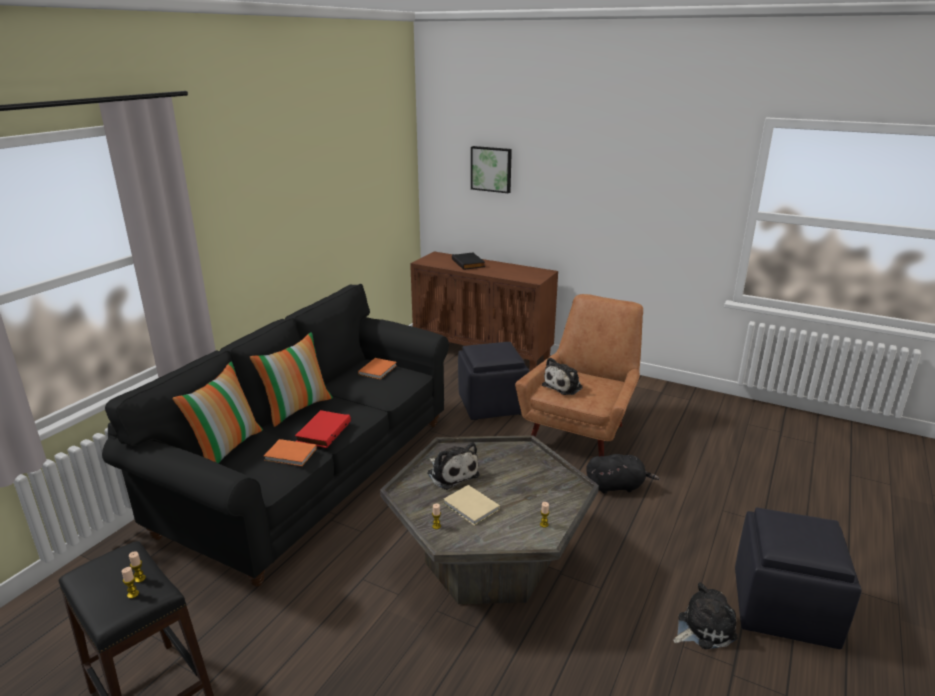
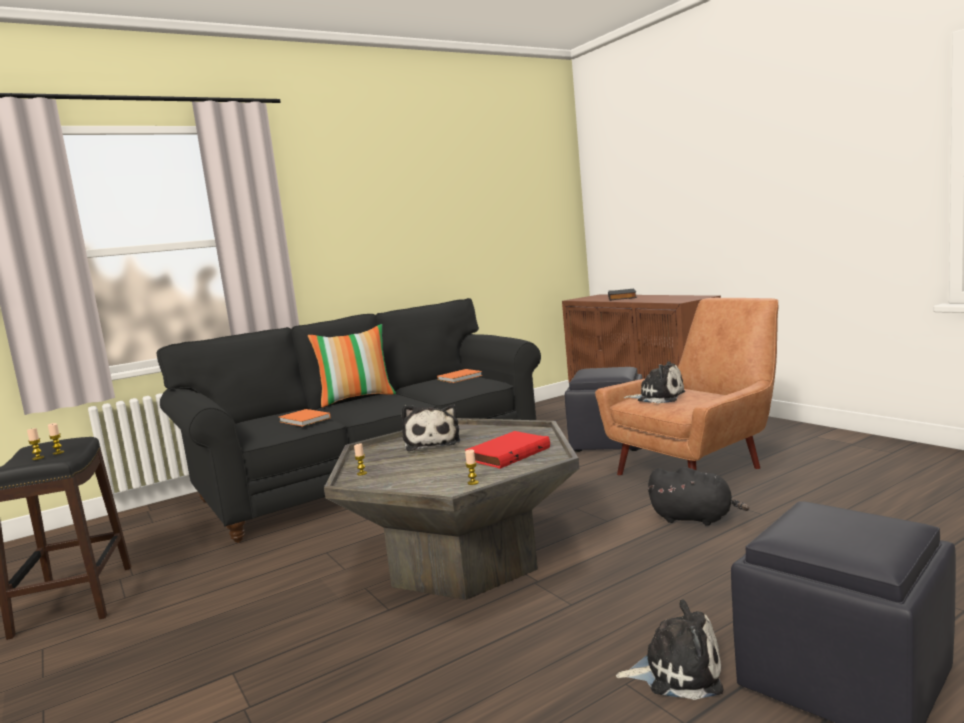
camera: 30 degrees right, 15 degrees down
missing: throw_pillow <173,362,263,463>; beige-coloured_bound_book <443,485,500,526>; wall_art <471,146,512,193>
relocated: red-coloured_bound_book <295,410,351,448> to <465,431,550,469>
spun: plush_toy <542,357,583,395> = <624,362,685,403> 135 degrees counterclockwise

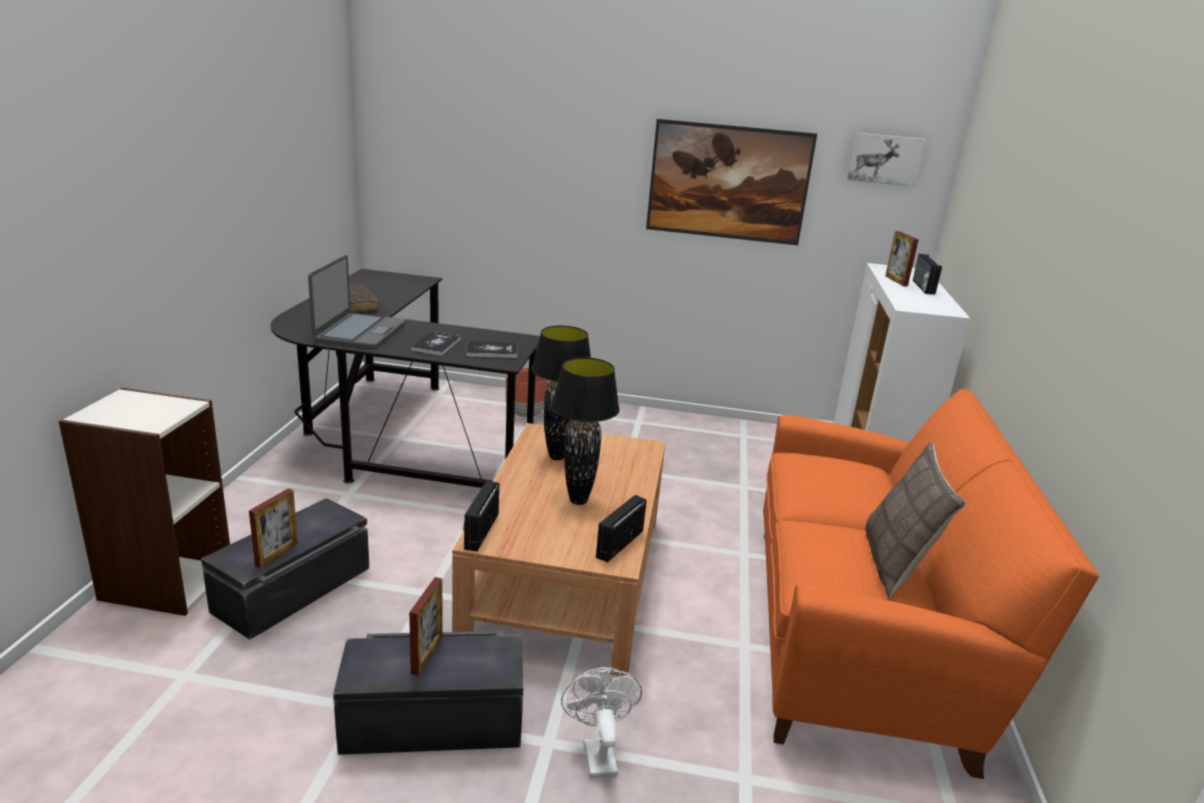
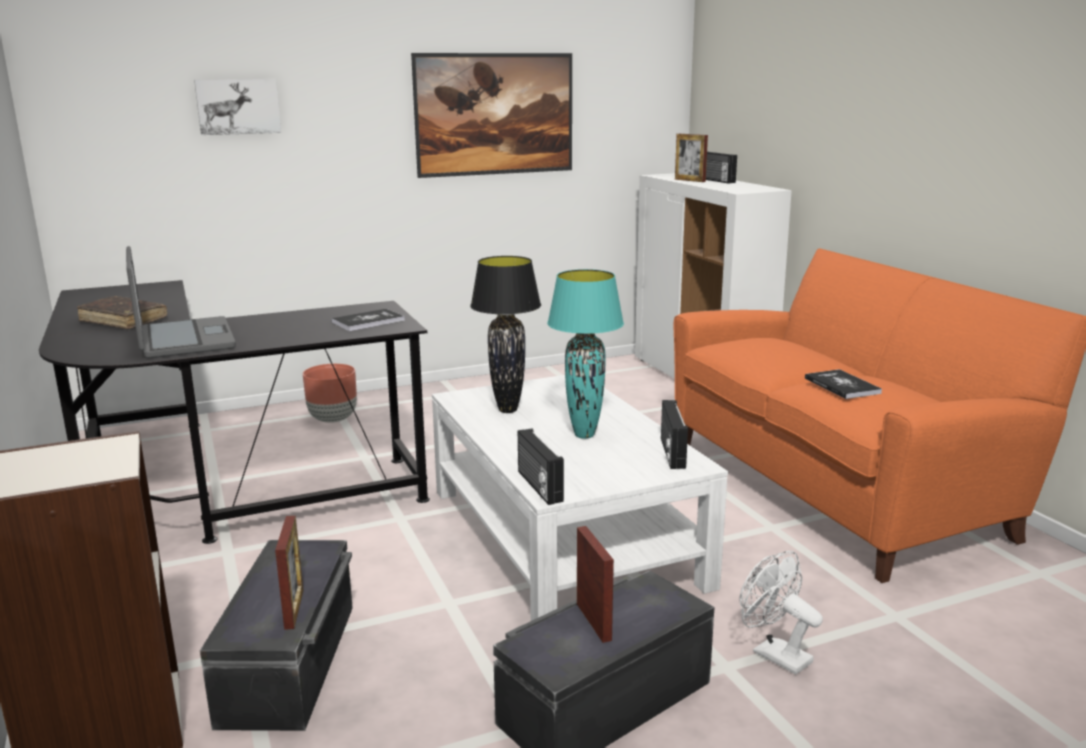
camera: 30 degrees left, 5 degrees down
missing: throw_pillow <865,442,966,598>
relocated: bound_book <411,332,461,356> to <805,369,882,399>; wall_art <847,133,926,187> to <194,79,281,135>
colour: brownish_low_table <452,423,666,677> to whitish_low_table <432,375,728,621>; blackish_lamp_for_a_table <551,357,620,505> to turquoise-coloured_lamp_for_a_table <547,269,624,439>

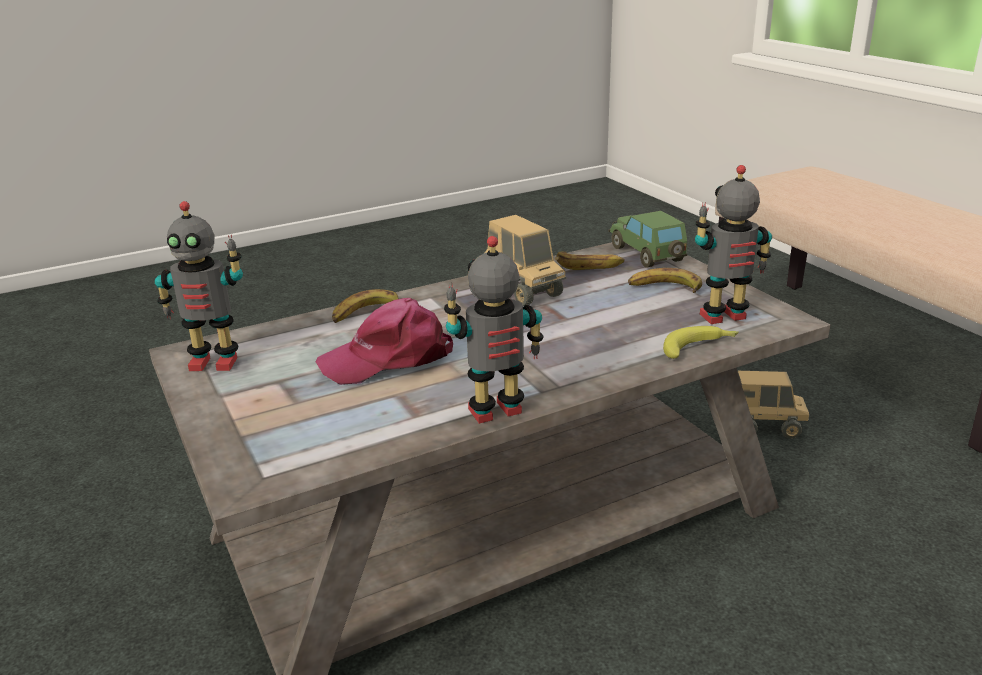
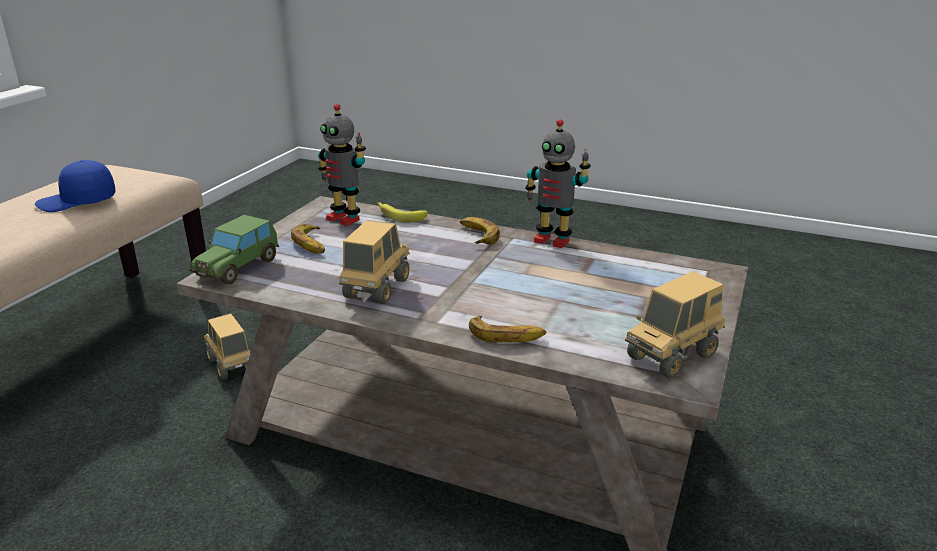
camera: 130 degrees left, 0 degrees up
missing: pink_baseball_cap <315,298,453,385>
appeared: blue_baseball_cap <35,160,115,212>
relocated: banana <556,252,625,270> to <460,217,500,245>
exchanged: model_robot <155,201,243,371> to model_truck <625,271,725,379>

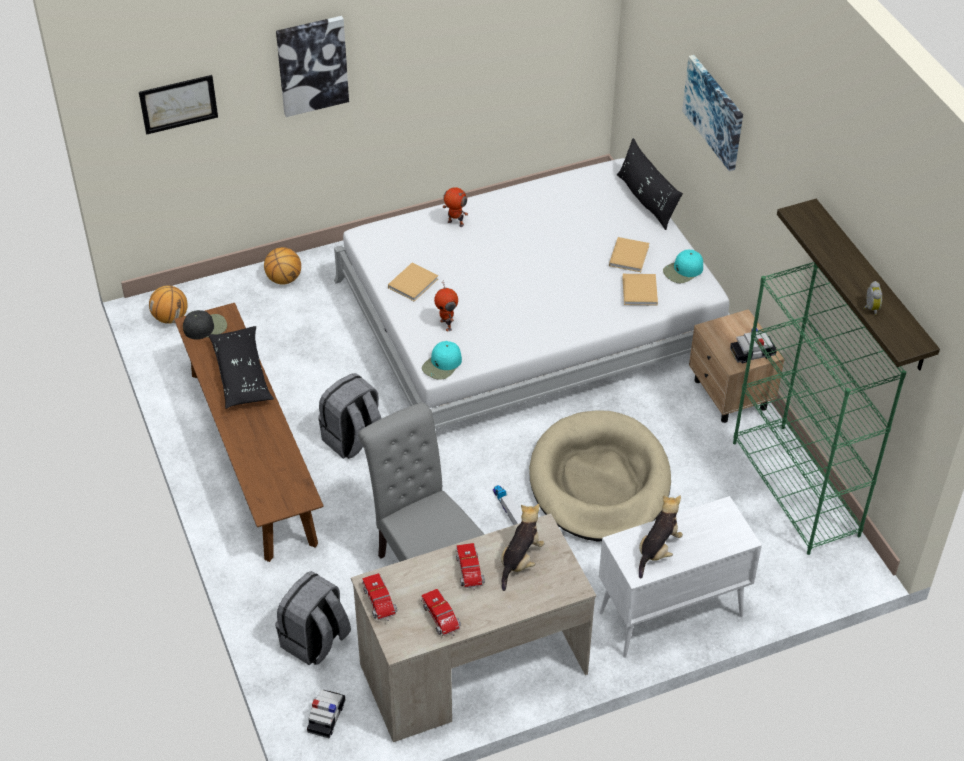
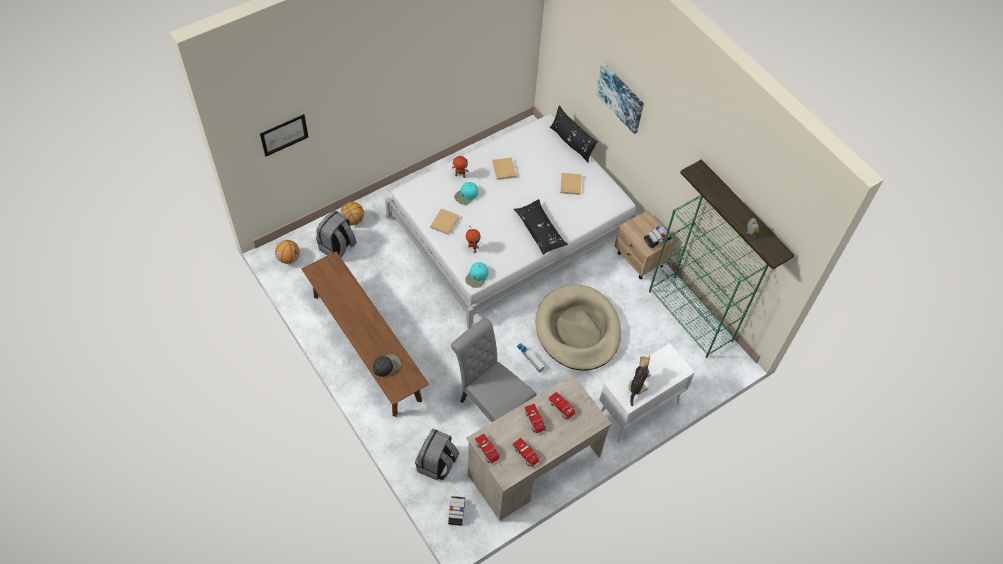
camera: 15 degrees left, 10 degrees up
missing: wall_art <276,16,349,117>
relocated: blackish_baseball_cap <183,310,227,340> to <373,354,401,377>; blackish_throw_pillow <208,326,274,409> to <514,199,568,255>; gray_rucksack <318,373,382,459> to <316,210,357,257>; beige-coloured_bound_book <622,274,658,306> to <492,157,516,180>; turquoise-coloured_baseball_cap <663,249,703,283> to <454,182,478,205>
exchanged: plush_toy <501,504,545,591> to model_truck <548,392,576,420>

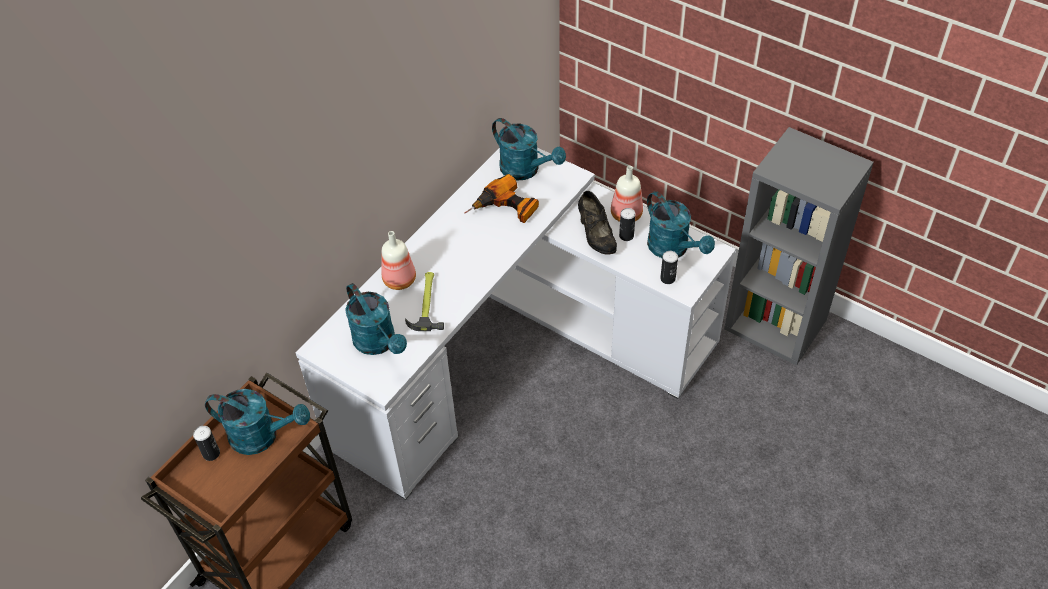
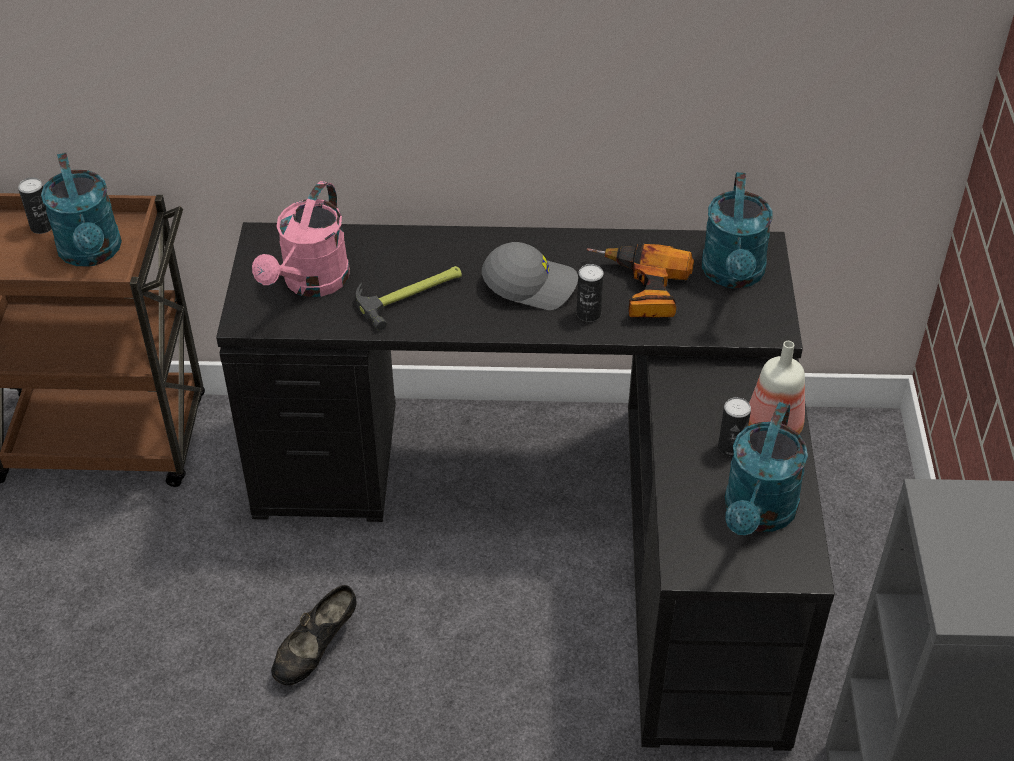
camera: 55 degrees right, 5 degrees down
missing: drink_bottle <381,231,416,290>
appeared: gray_baseball_cap <482,242,578,310>
relocated: blackish_shoe <578,191,617,255> to <271,585,357,685>; sealed_can <660,251,678,284> to <577,264,604,322>
colour: whitish_desk_unit <295,148,736,500> to blackish_desk_unit <216,222,835,751>; turquoise-coloured_sprinkling_can <345,283,407,355> to pink_sprinkling_can <252,181,350,297>

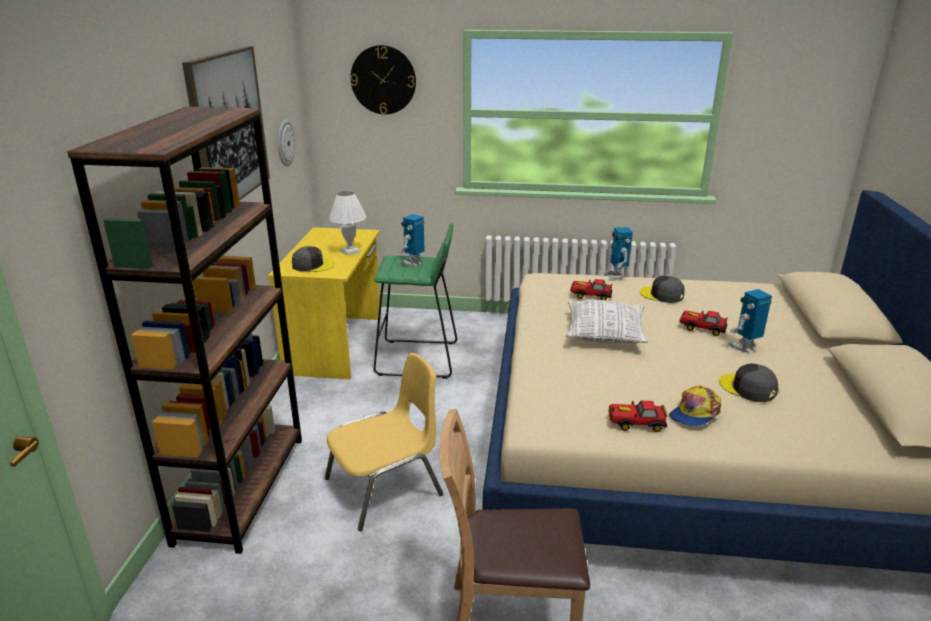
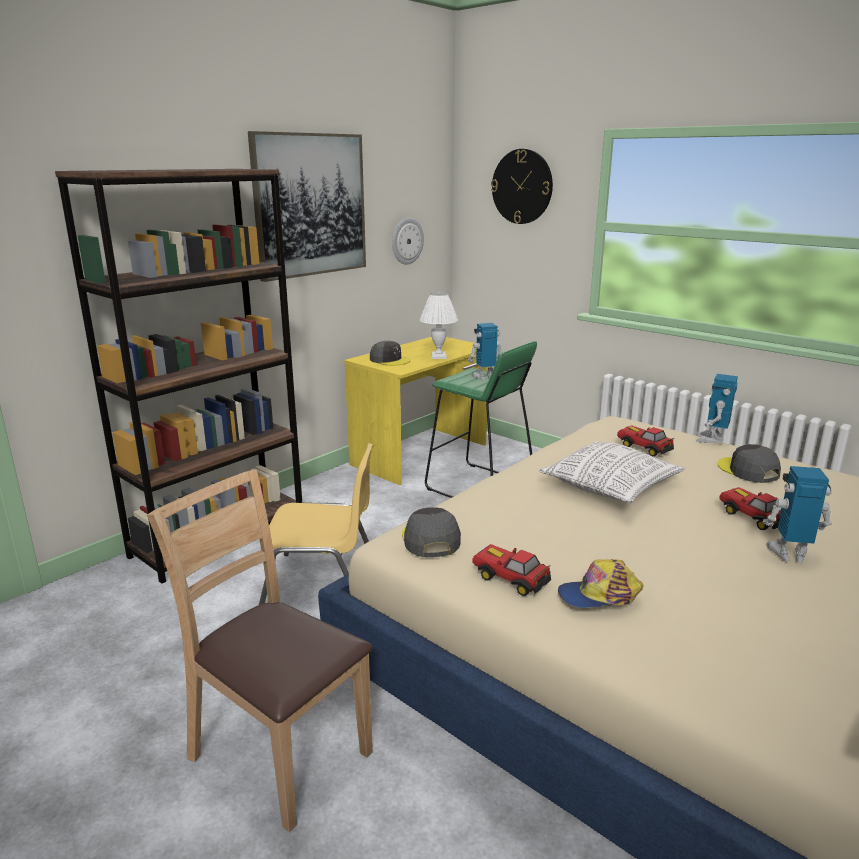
camera: 35 degrees right, 5 degrees down
relocated: gray_baseball_cap <719,363,778,402> to <402,507,461,557>

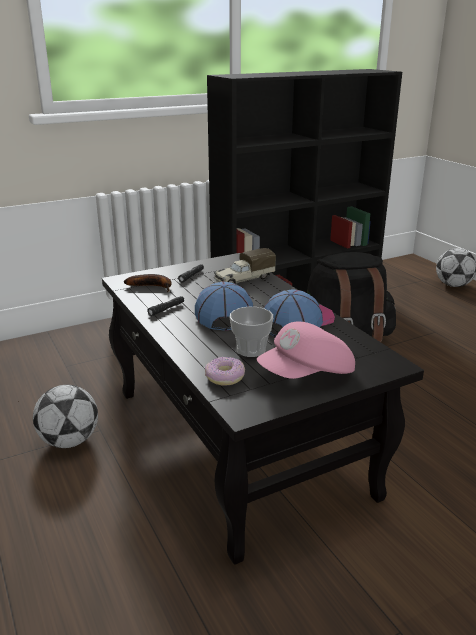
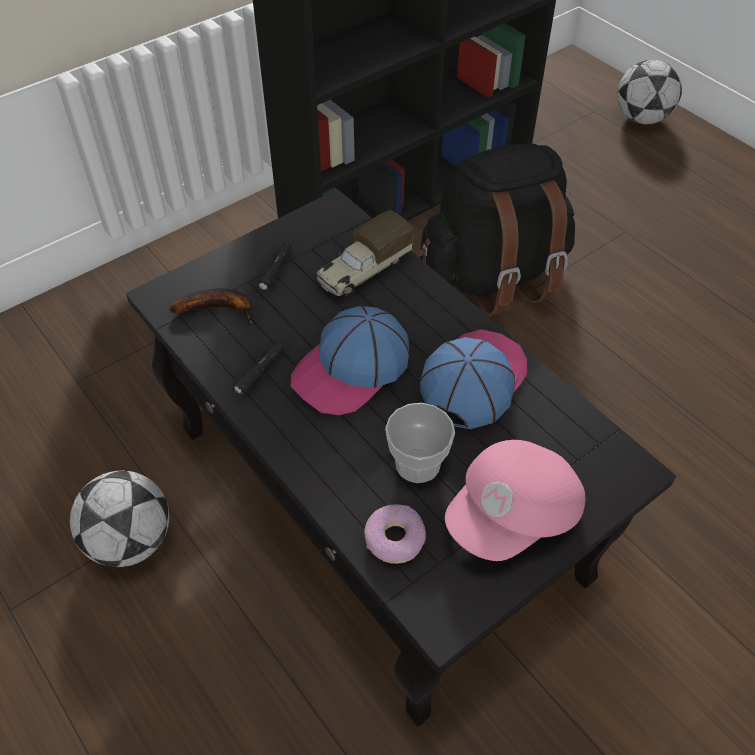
camera: 10 degrees left, 25 degrees up
spun: baseball_cap <195,282,253,331> = <291,306,409,415> 120 degrees counterclockwise

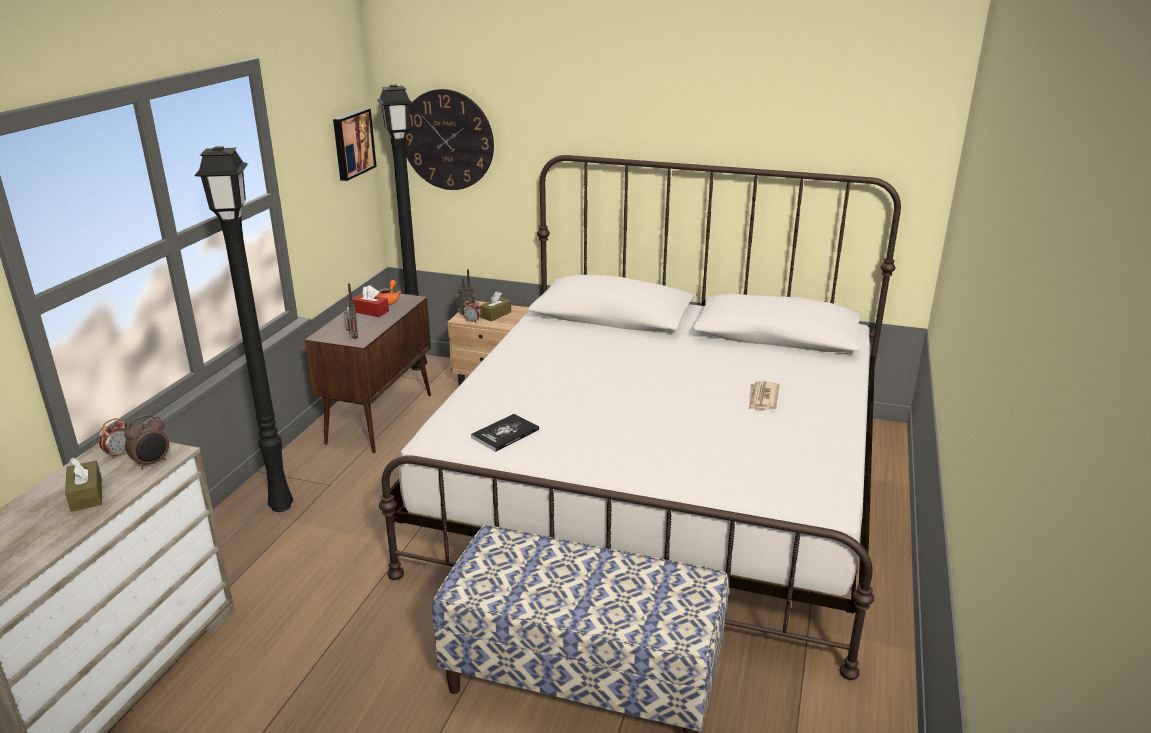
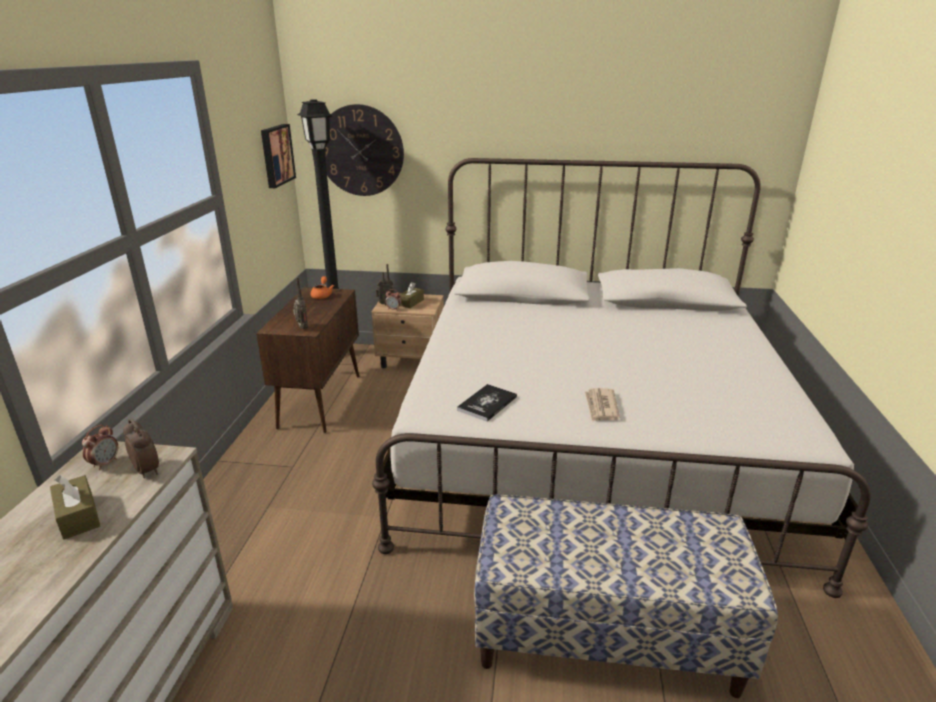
camera: 10 degrees left, 0 degrees up
missing: blackish_floor_lamp <194,146,293,512>; red-coloured_tissue_box <352,285,389,317>
relocated: newspaper <749,381,780,410> to <585,388,620,422>
spun: alarm_clock <124,414,169,470> = <123,418,159,478> 75 degrees counterclockwise

